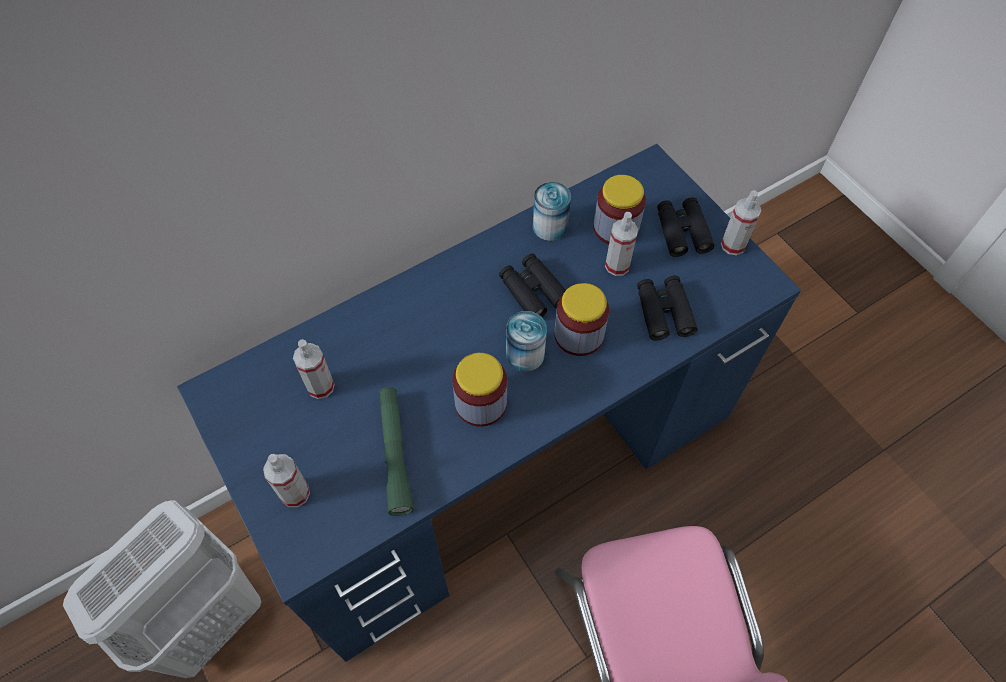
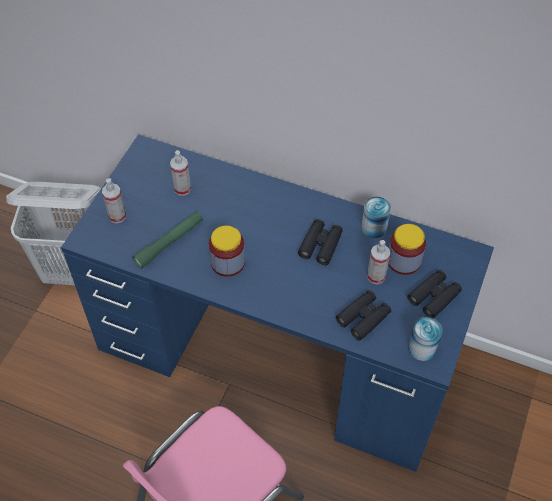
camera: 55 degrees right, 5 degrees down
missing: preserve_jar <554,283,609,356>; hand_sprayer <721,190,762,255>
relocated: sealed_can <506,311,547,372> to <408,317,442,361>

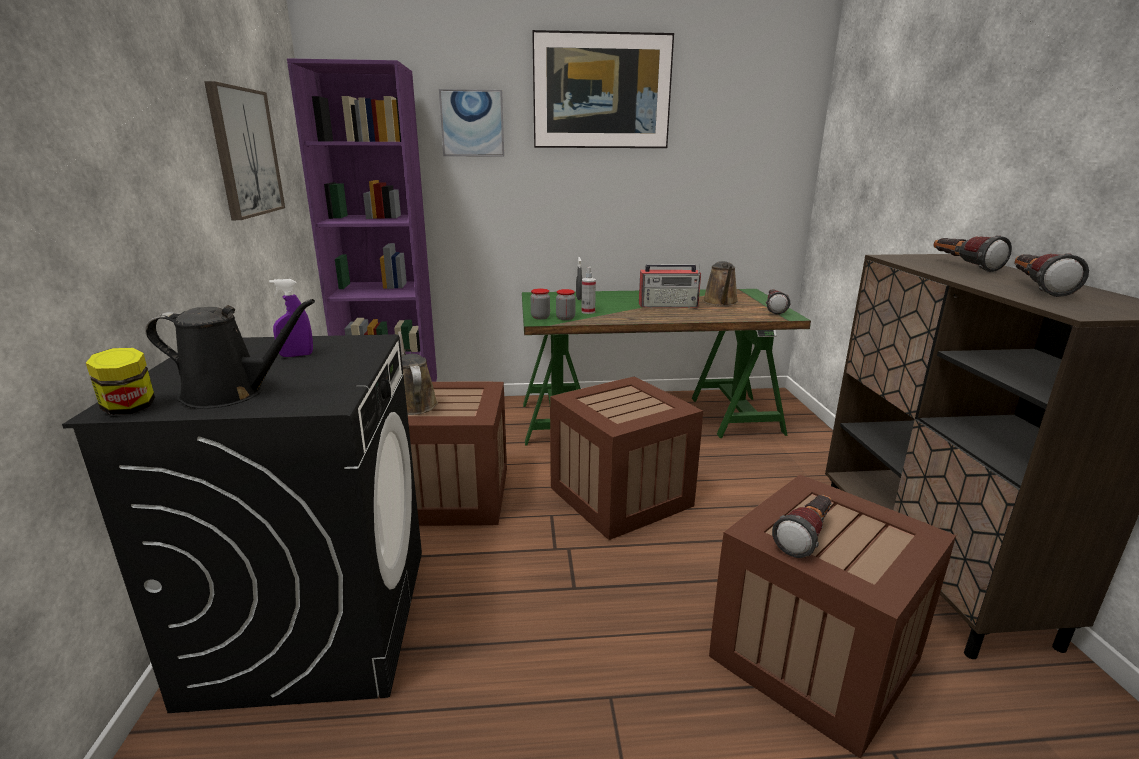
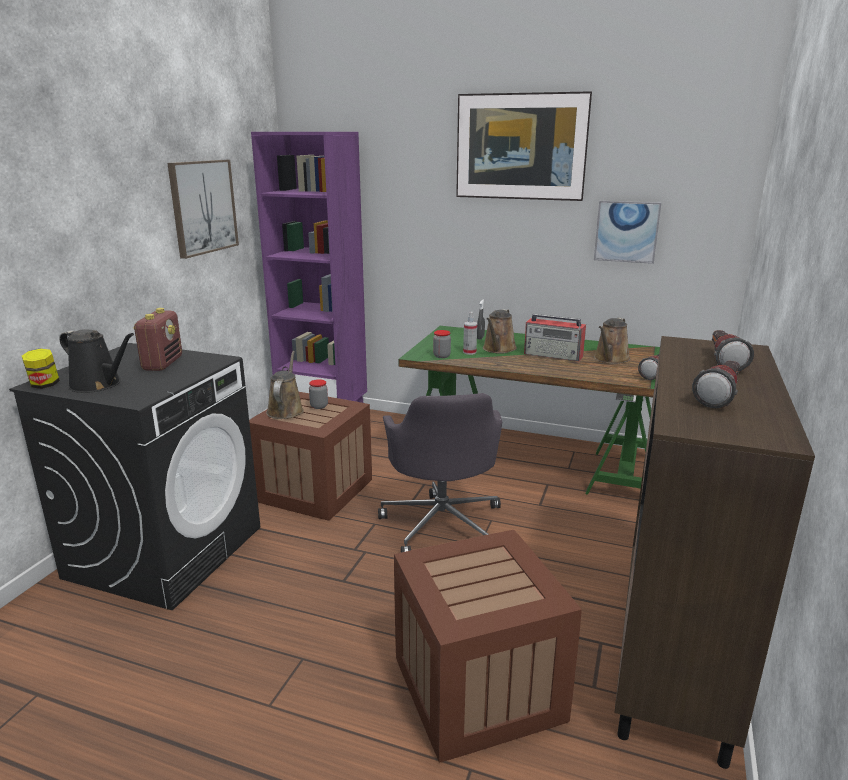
camera: 25 degrees right, 0 degrees up
missing: flashlight <772,495,832,558>
appeared: brownish_sprinkling_can <483,309,517,354>
relocated: wall_art <439,89,504,157> to <594,201,661,264>; preserve_jar <531,289,550,320> to <309,379,328,409>
exchanged: purplish_hand_sprayer <269,279,313,357> to radio_receiver <133,308,182,371>; crate <550,377,703,540> to gray_computer_chair <378,393,502,553>

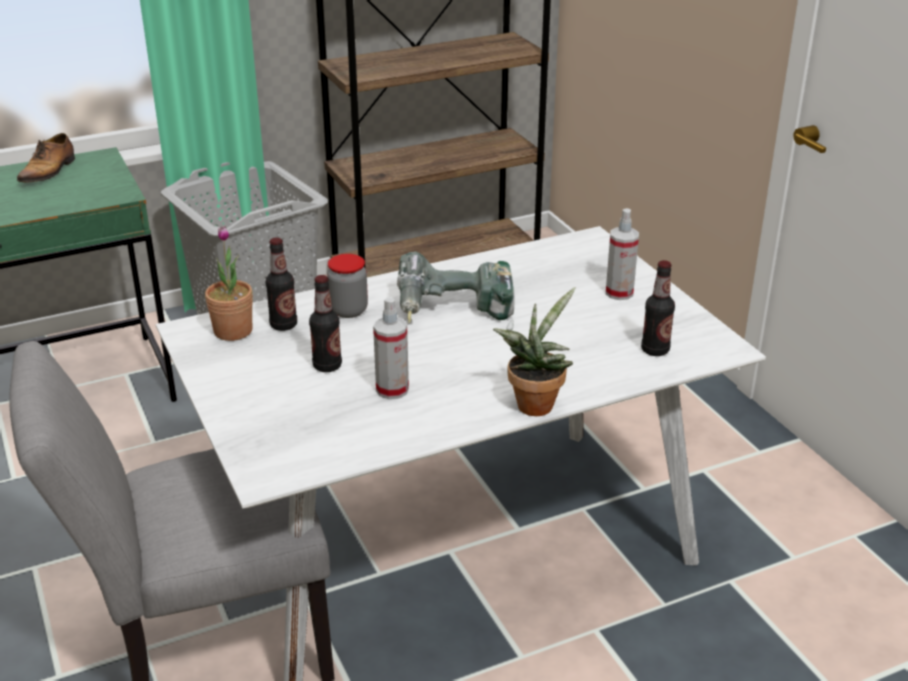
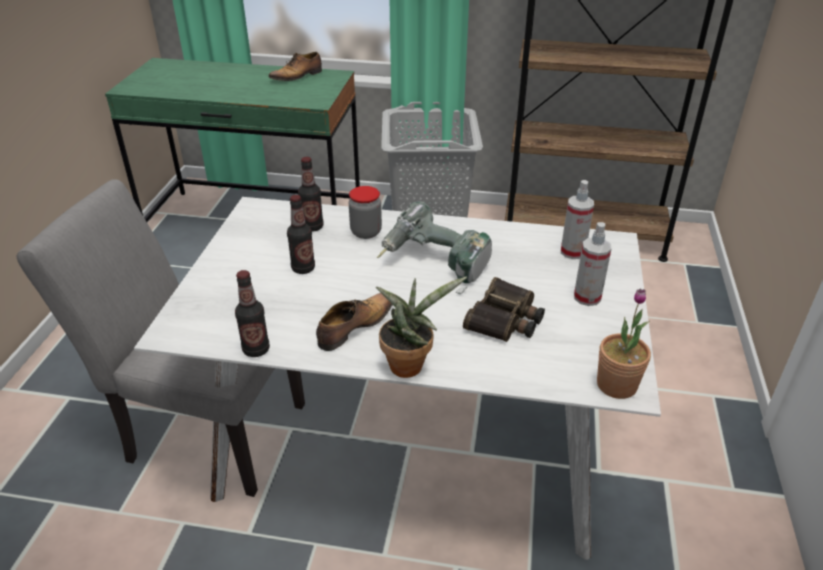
camera: 35 degrees right, 5 degrees up
appeared: shoe <316,293,392,351>; pair_of_binoculars <463,277,545,342>
relocated: houseplant <205,226,253,341> to <597,289,651,399>; hand_sprayer <373,297,409,399> to <561,180,594,259>; drink_bottle <641,260,675,356> to <235,270,270,357>

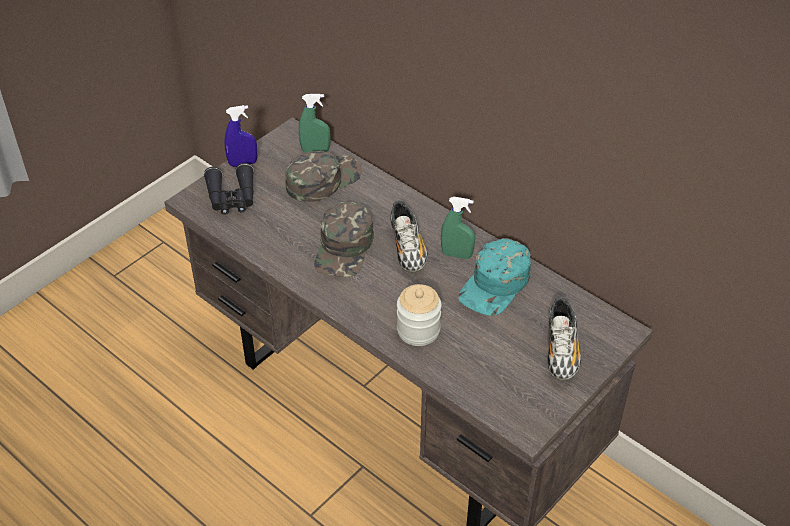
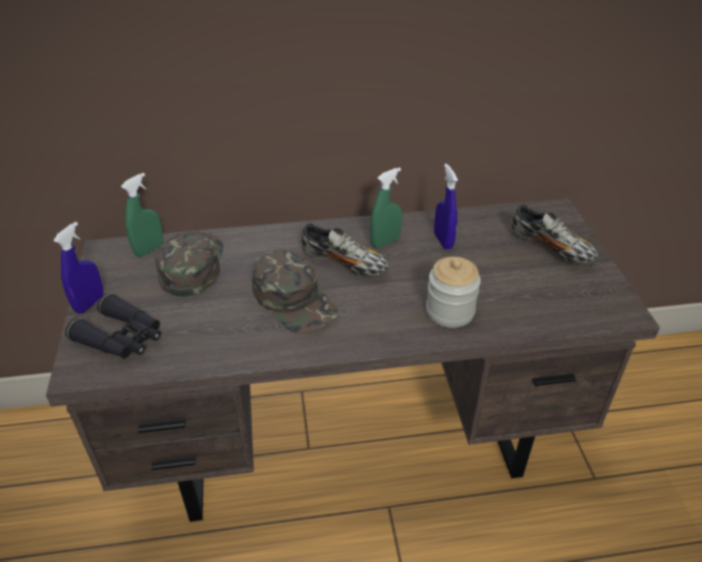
camera: 50 degrees left, 5 degrees down
exchanged: turquoise-coloured_baseball_cap <458,238,531,316> to blue_hand_sprayer <434,164,458,250>

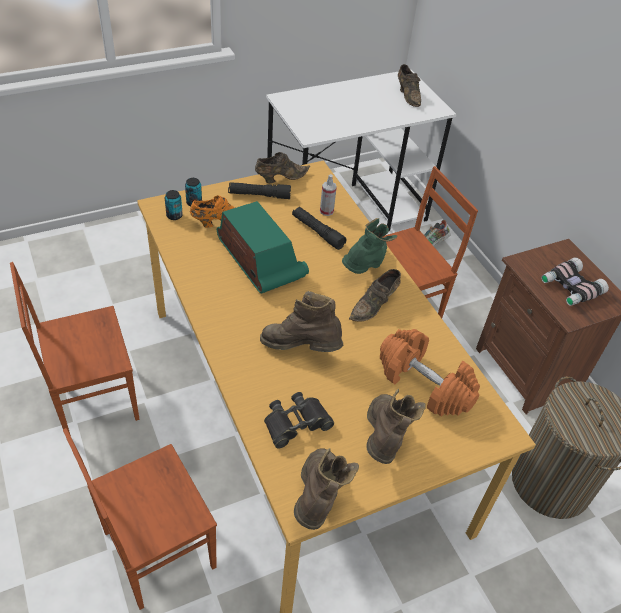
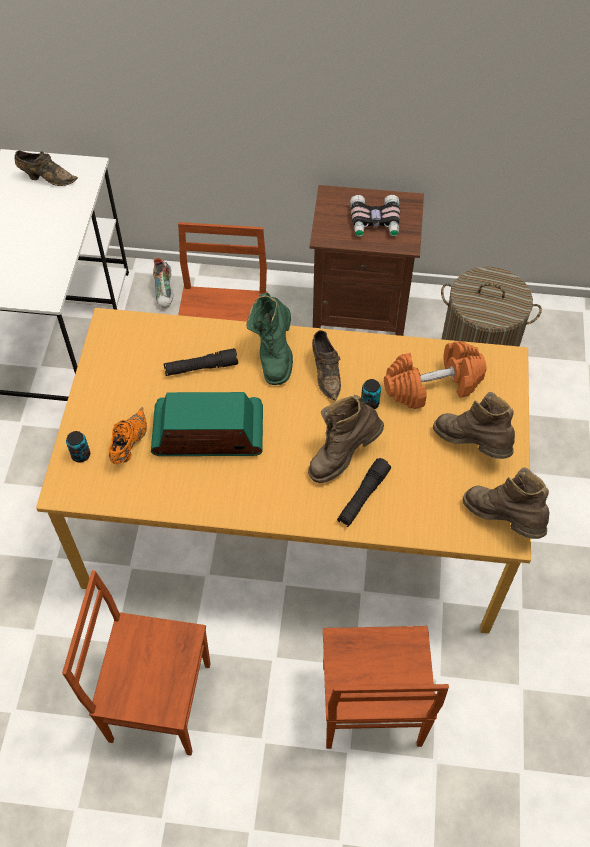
camera: 55 degrees left, 10 degrees up
missing: brownish_shoe <255,152,310,183>; blackish_pair_of_binoculars <264,392,334,449>; hand_sprayer <320,174,337,216>
relocated: sealed_can <165,190,183,220> to <361,379,381,409>; blackish_flashlight <228,182,291,199> to <337,458,391,527>
spun: brownish_upright_chair <10,262,140,436> = <62,570,210,755> 90 degrees clockwise; greenish_high-top_boot <342,218,397,274> = <246,293,293,385> 150 degrees counterclockwise

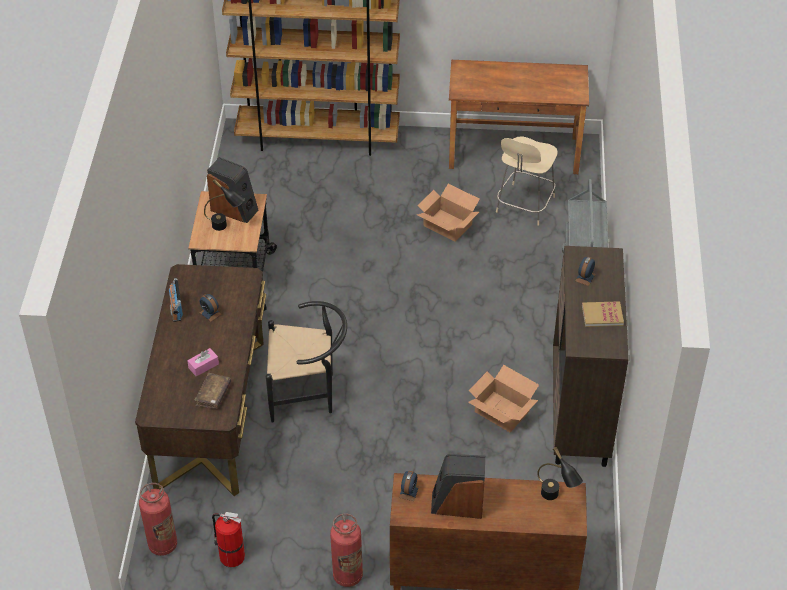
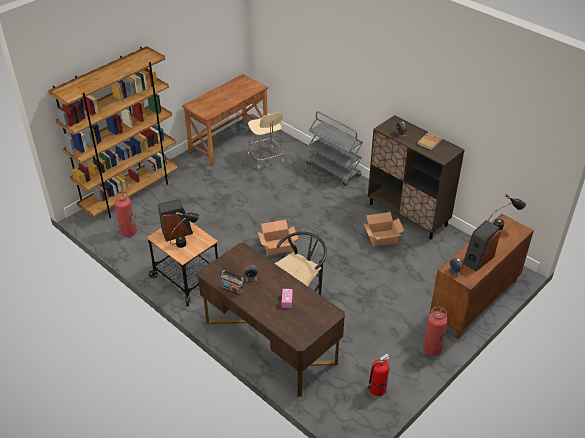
camera: 50 degrees left, 5 degrees down
missing: brownish_bound_book <194,373,231,409>
relocated: fire_extinguisher <139,483,177,556> to <114,191,137,237>; cardboard_box <417,184,480,242> to <258,220,298,255>

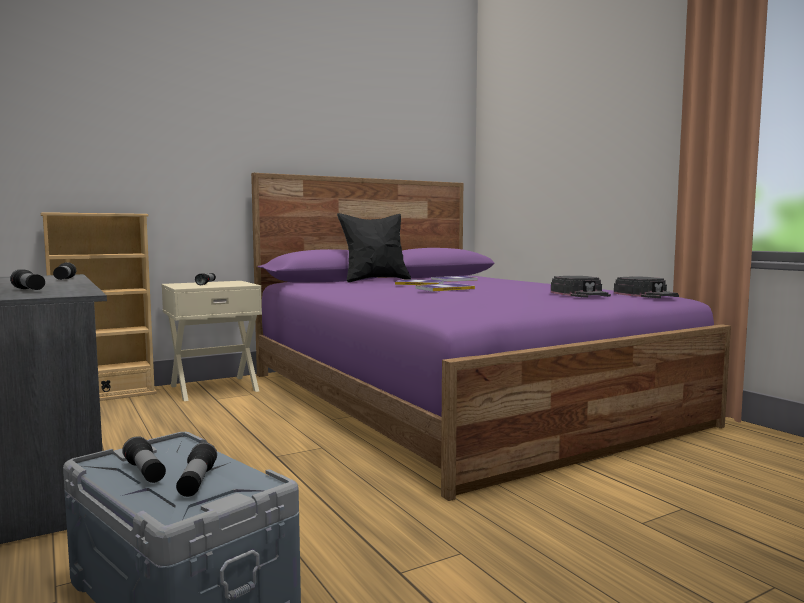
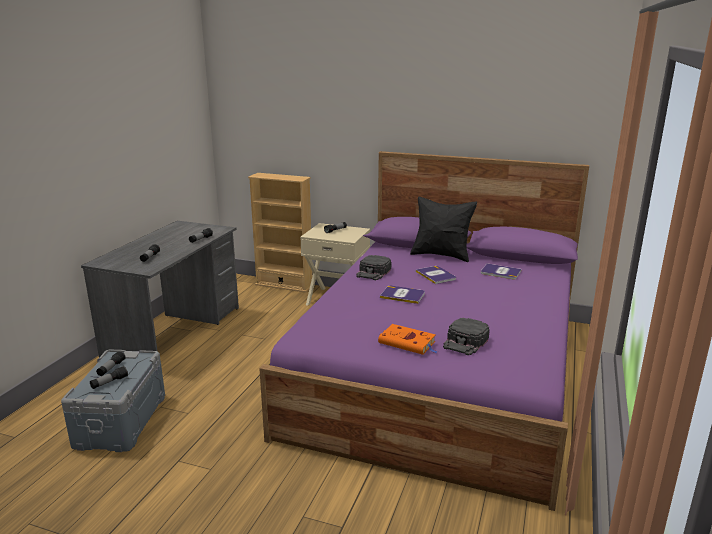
camera: 50 degrees right, 15 degrees up
appeared: orangey_bound_book <378,324,438,355>
relocated: blackish_baseball_cap <614,276,679,298> to <356,255,391,280>

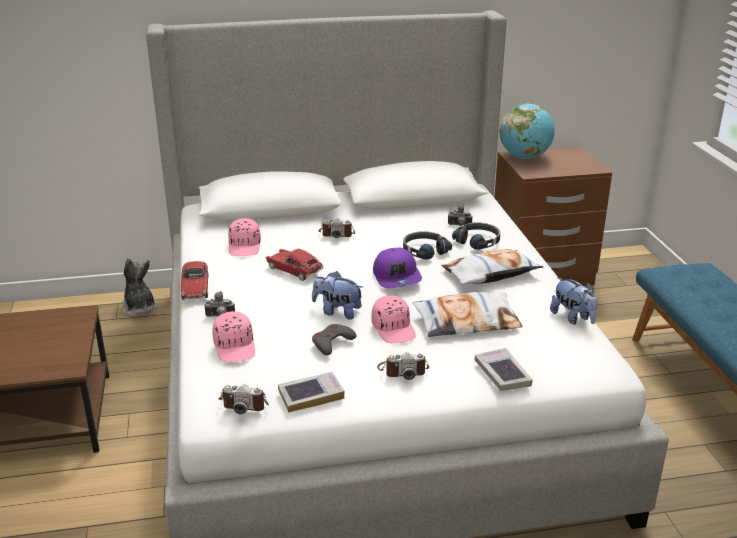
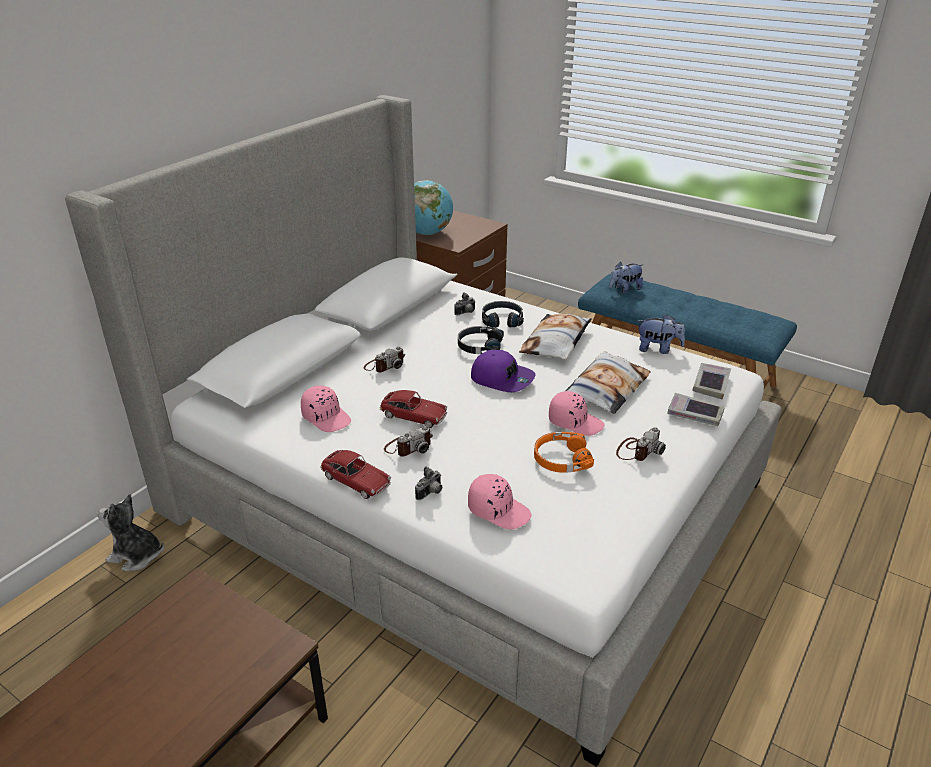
camera: 45 degrees left, 5 degrees up
relocated: photo_camera <218,385,269,414> to <384,426,433,457>; bound_book <278,372,345,412> to <692,363,731,399>; plush_toy <312,271,364,320> to <609,262,644,293>
exchanged: gray_game_controller <312,324,356,355> to orangey_headset <534,432,594,473>
spun: toy_car <266,249,324,281> = <380,390,447,428> 150 degrees counterclockwise

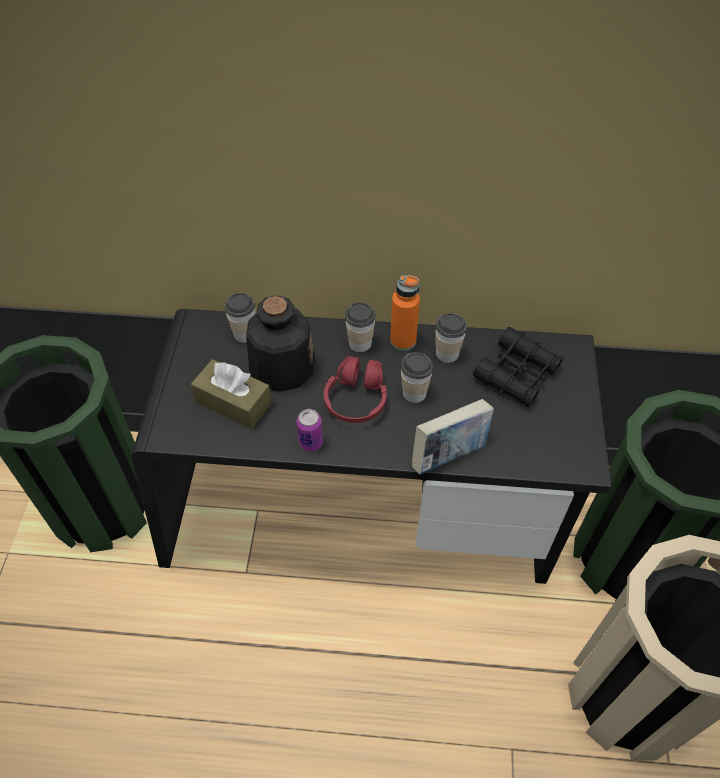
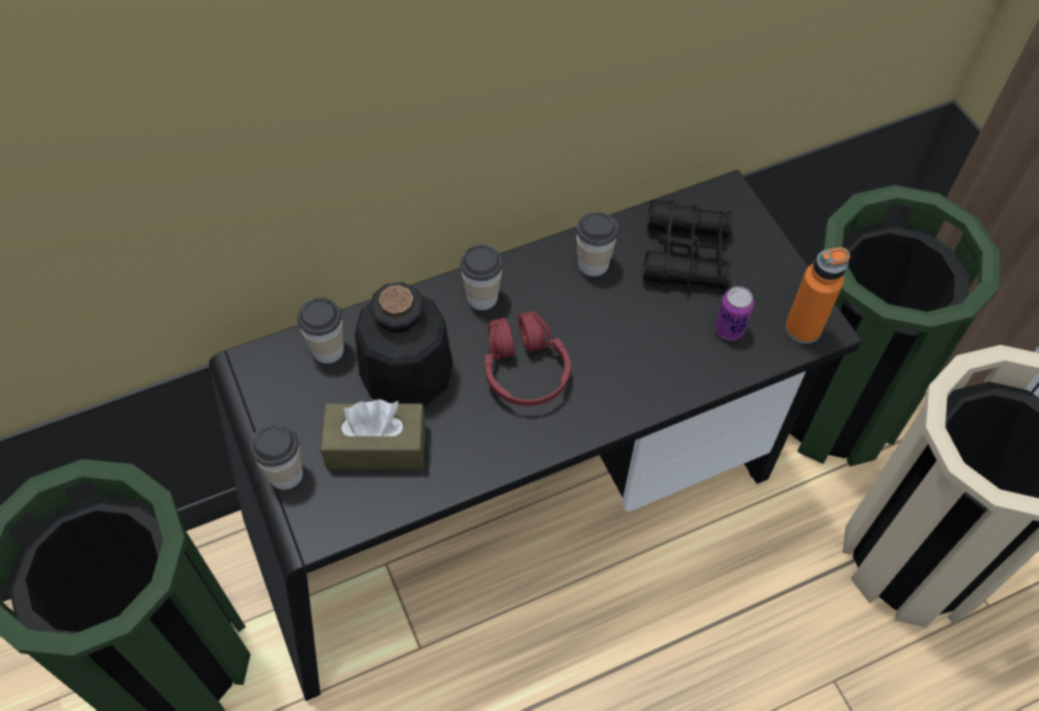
camera: 30 degrees left, 5 degrees up
missing: bound_book <412,399,494,475>
relocated: sealed_can <296,409,323,452> to <715,286,754,341>; orangey_drink_bottle <390,275,420,351> to <785,247,850,344>; cup <401,352,433,403> to <250,424,303,490>

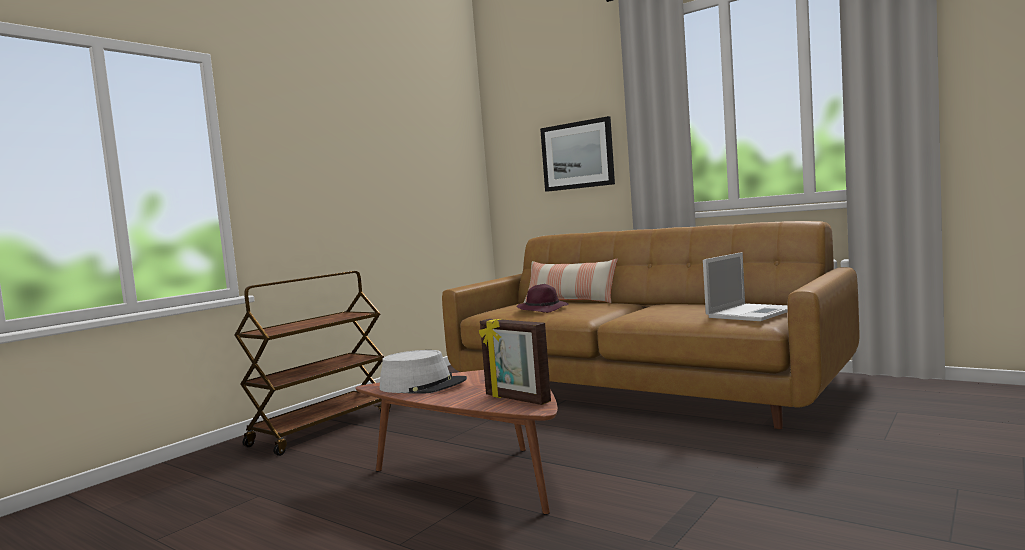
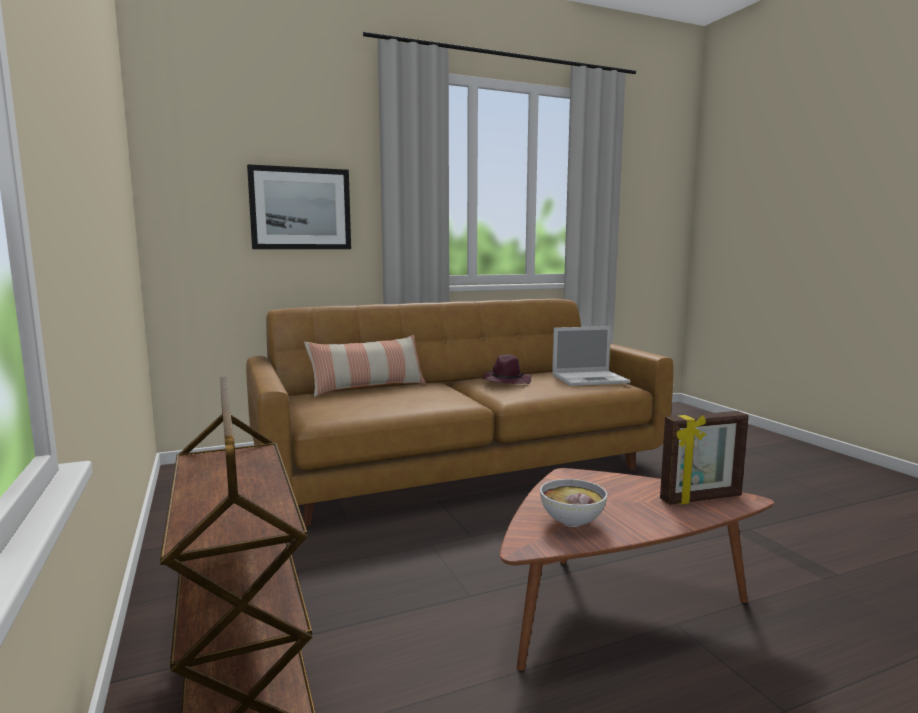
camera: 60 degrees left, 5 degrees up
relocated: purplish_wearable_hat <517,284,569,313> to <482,354,532,384>
exchanged: gray_wearable_hat <380,350,467,394> to deep_dish <540,479,607,527>
spun: notebook_computer <703,252,788,321> = <552,326,631,386> 90 degrees clockwise

